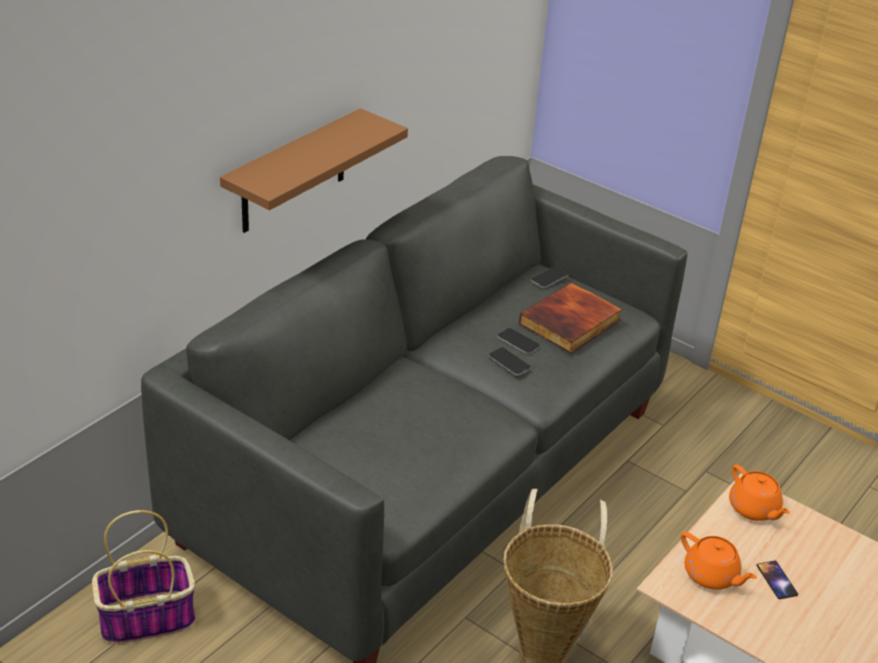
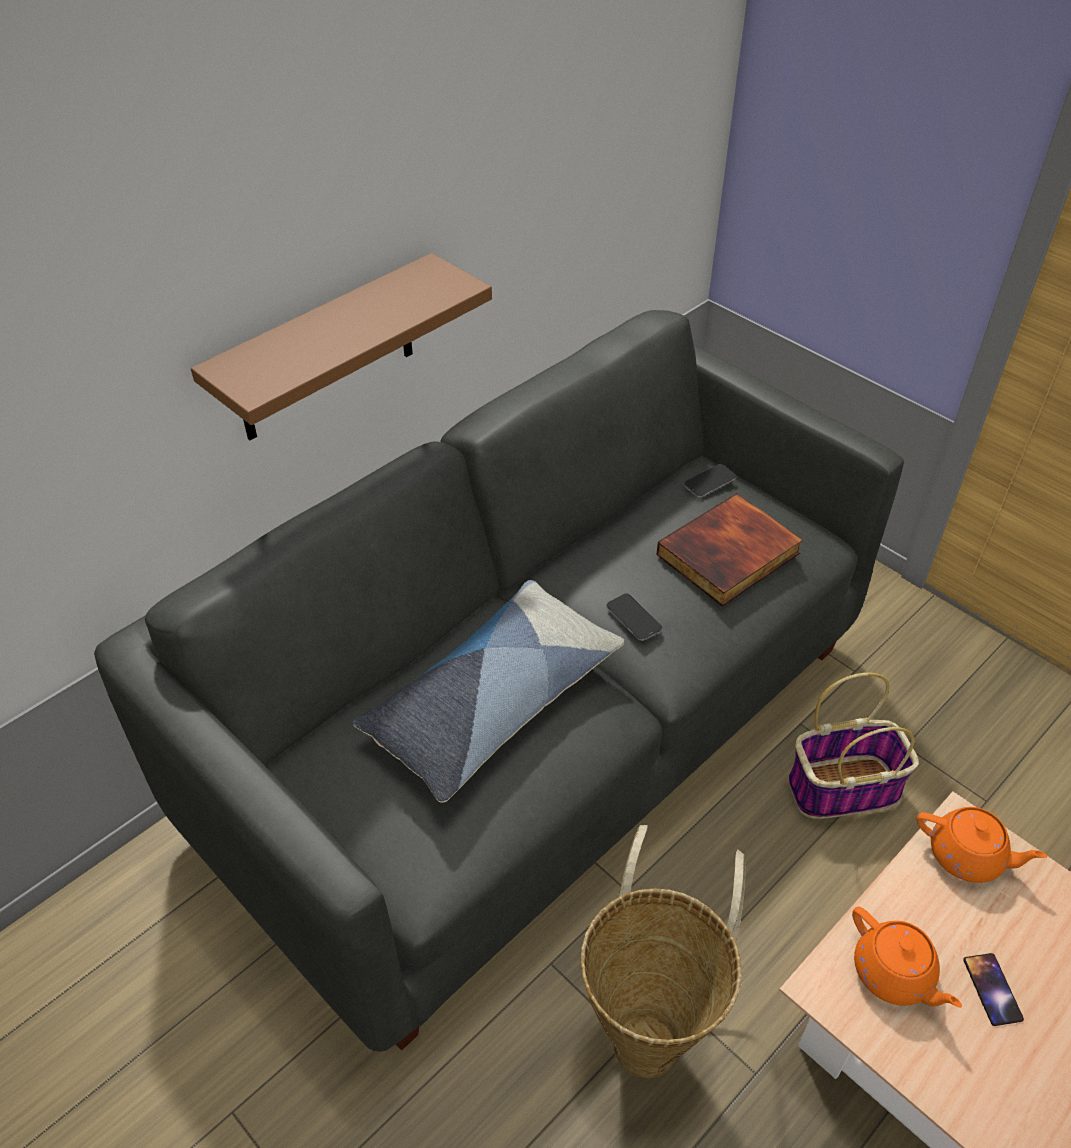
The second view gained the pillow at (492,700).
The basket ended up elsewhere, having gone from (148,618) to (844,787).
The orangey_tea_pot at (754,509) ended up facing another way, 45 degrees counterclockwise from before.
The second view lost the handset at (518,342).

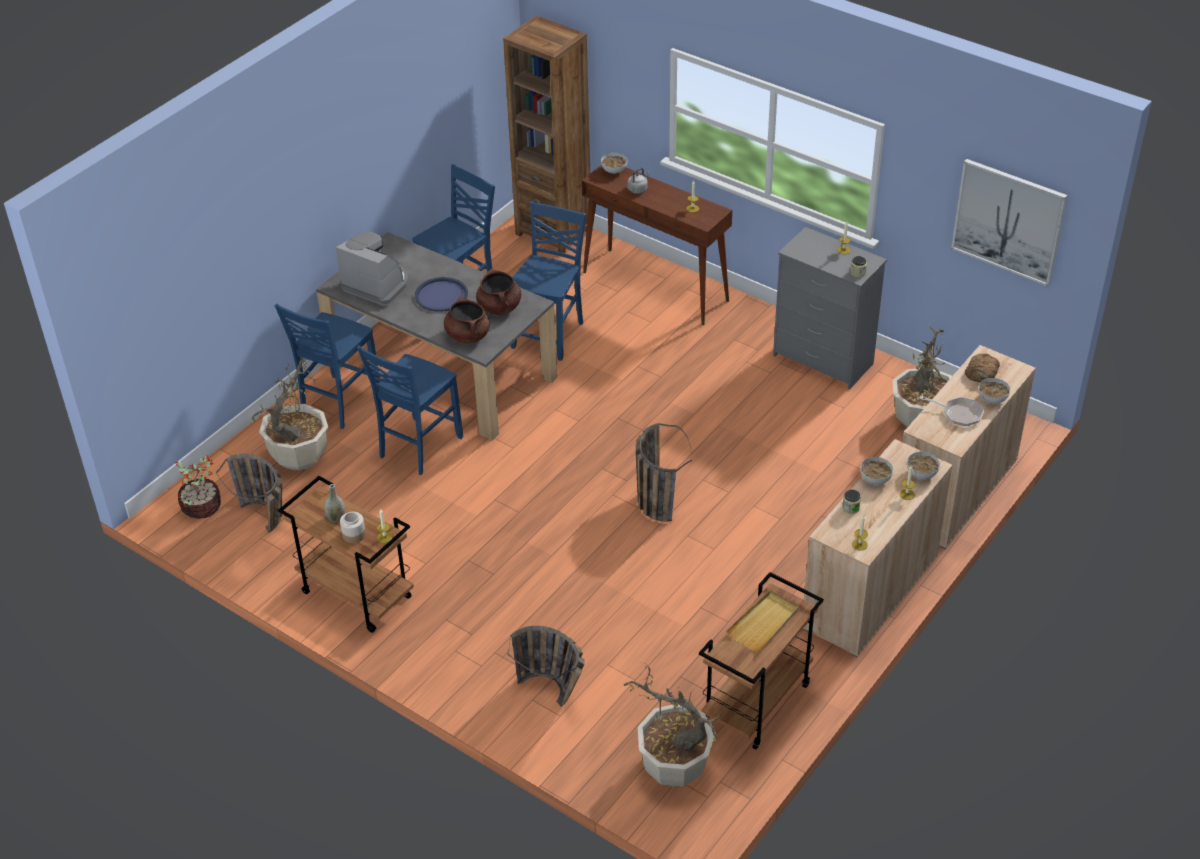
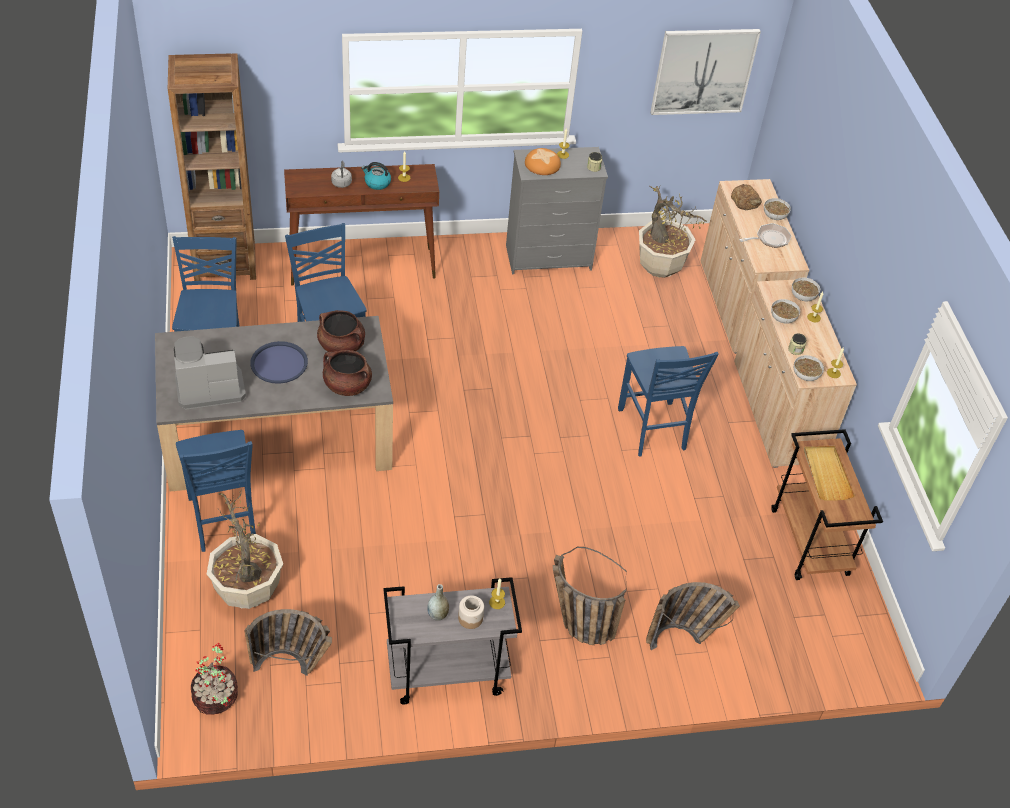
The second view gained the tea_kettle at (377,183).
What was the brownish_trolley at (355,595) turned into the grey_trolley at (446,674).
The second view gained the bakery_bread at (542,164).
The basket ended up elsewhere, having gone from (655,498) to (577,622).
The bluish_plain_chair ended up elsewhere, having gone from (418,447) to (653,430).
The bowl ended up elsewhere, having gone from (614,170) to (806,375).
The second view lost the potted_plant at (674,767).

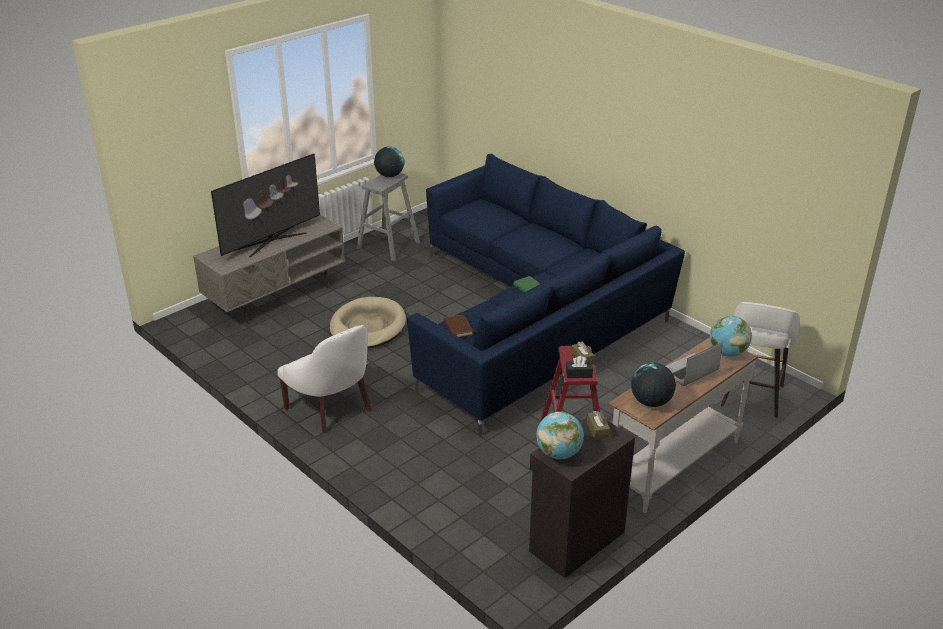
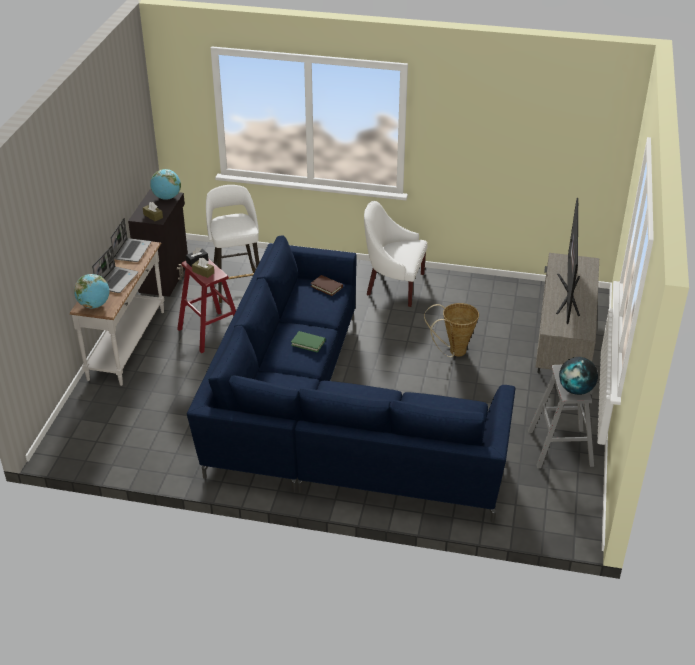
Where the globe stood at (651,402), the notebook_computer came to stand at (132,251).
The white_stool_seat ended up elsewhere, having gone from (751,397) to (237,286).
Where the sand-coloured_pet_bed stood at (367,327), the basket came to stand at (453,352).

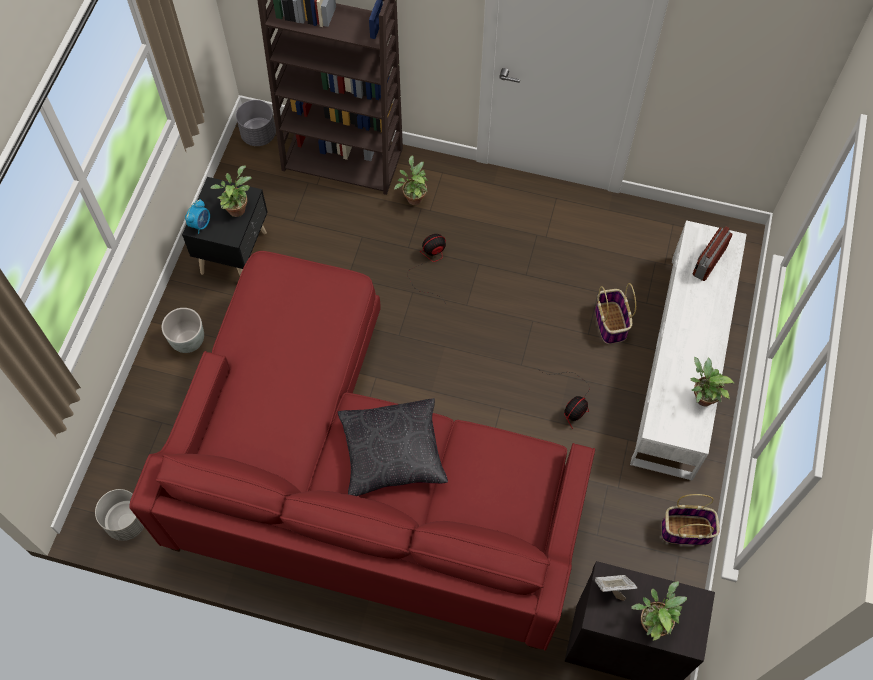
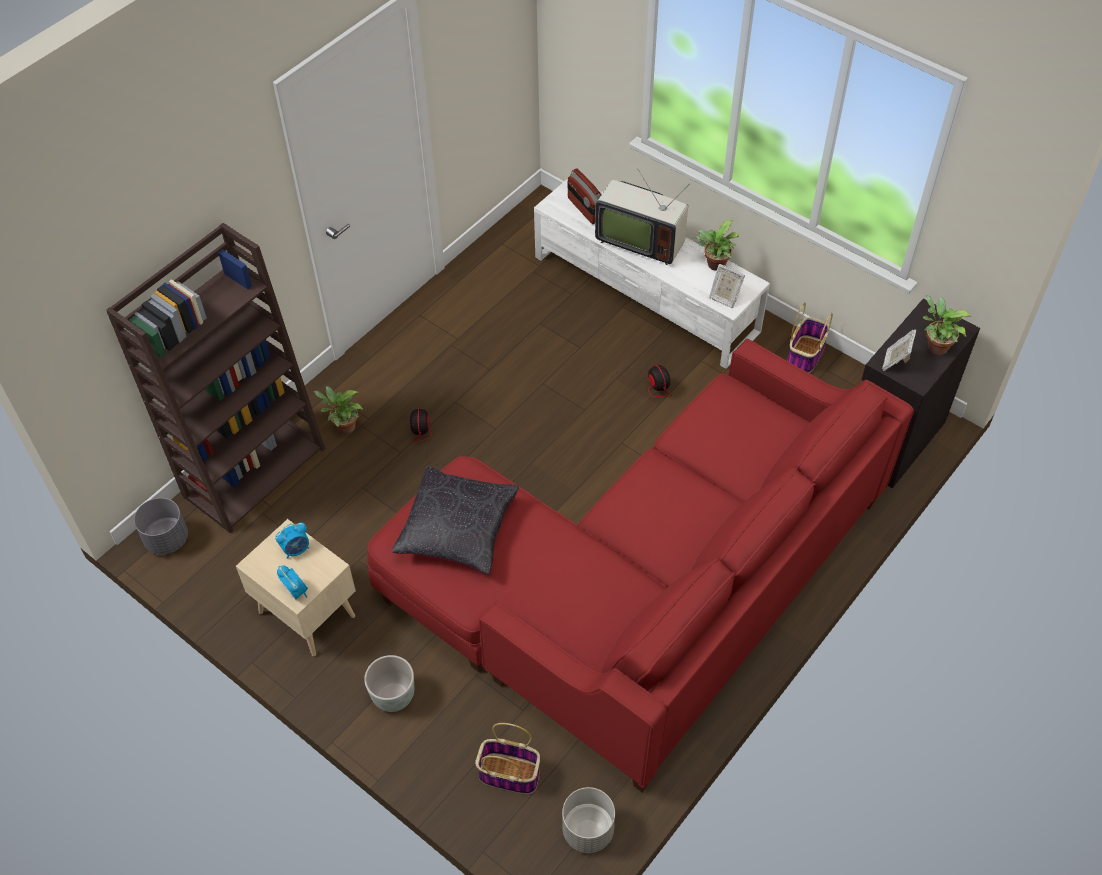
What was the blackish_night_table at (236,252) turned into the sand-coloured_night_table at (307,612).
Where the potted_plant stood at (237,207), the bedside_clock came to stand at (296,549).
The blackish_pillow ended up elsewhere, having gone from (392,452) to (457,528).
The basket ended up elsewhere, having gone from (611,323) to (510,774).
The second view gained the television at (640,240).
The second view gained the standing_frame at (724,297).

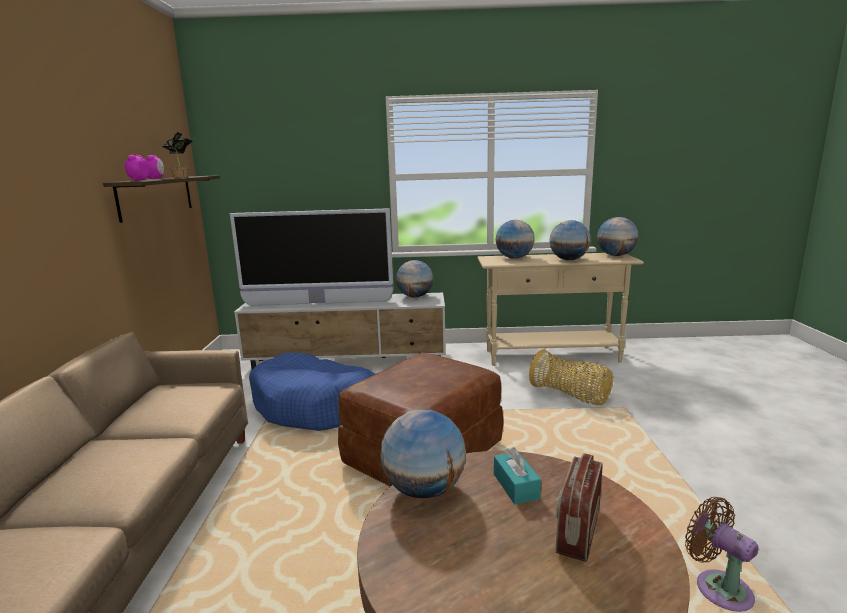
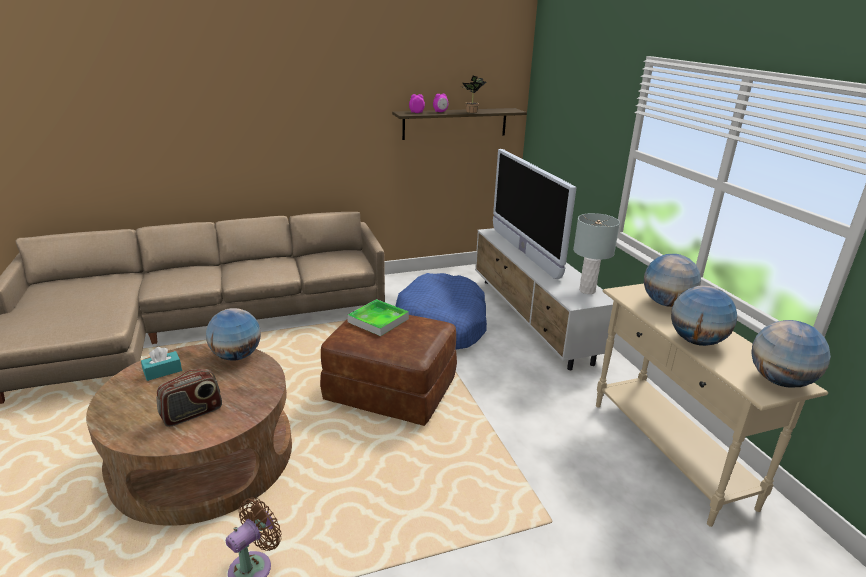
The turquoise_tissue_box ended up elsewhere, having gone from (516,486) to (163,371).
The radio at (577,531) ended up facing another way, 135 degrees clockwise from before.
The second view gained the tray at (378,320).
Where the globe stood at (415,296), the grey_tabletop_lamp came to stand at (587,290).
The second view lost the basket at (570,396).

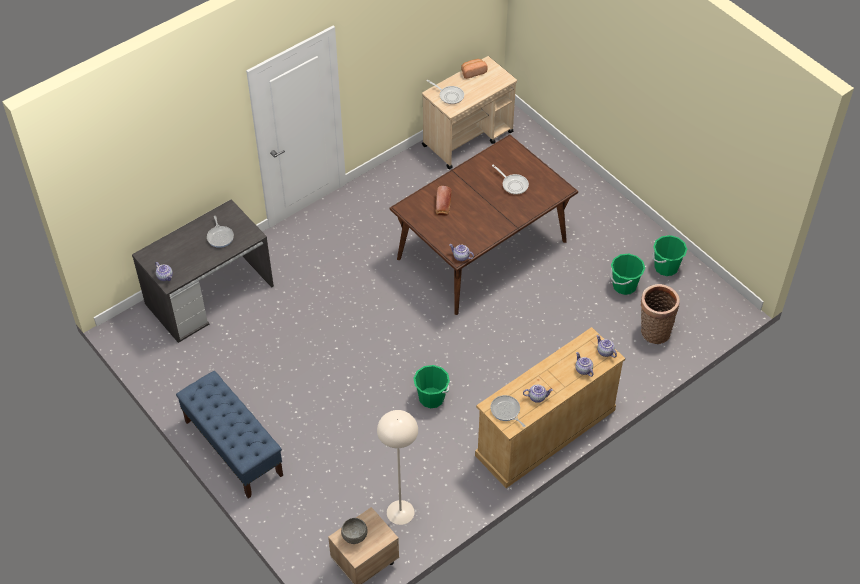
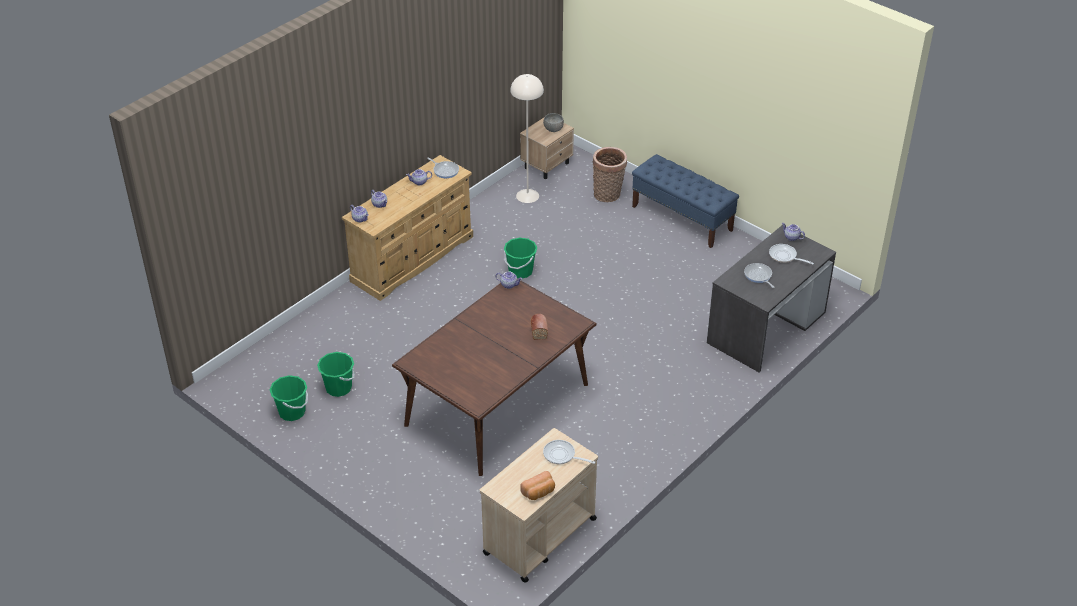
The basket ended up elsewhere, having gone from (653,331) to (608,195).
The frying_pan ended up elsewhere, having gone from (513,184) to (785,256).

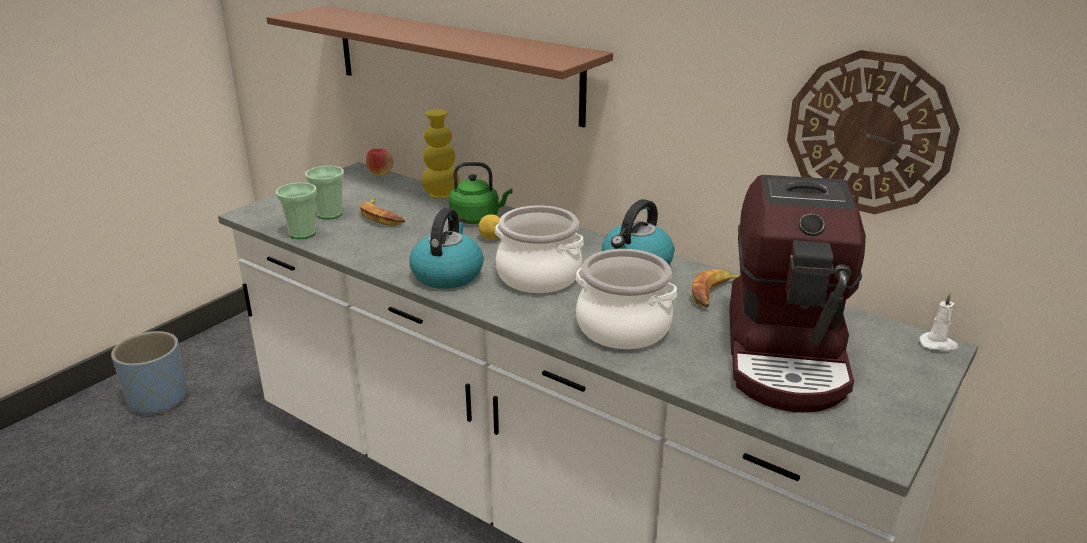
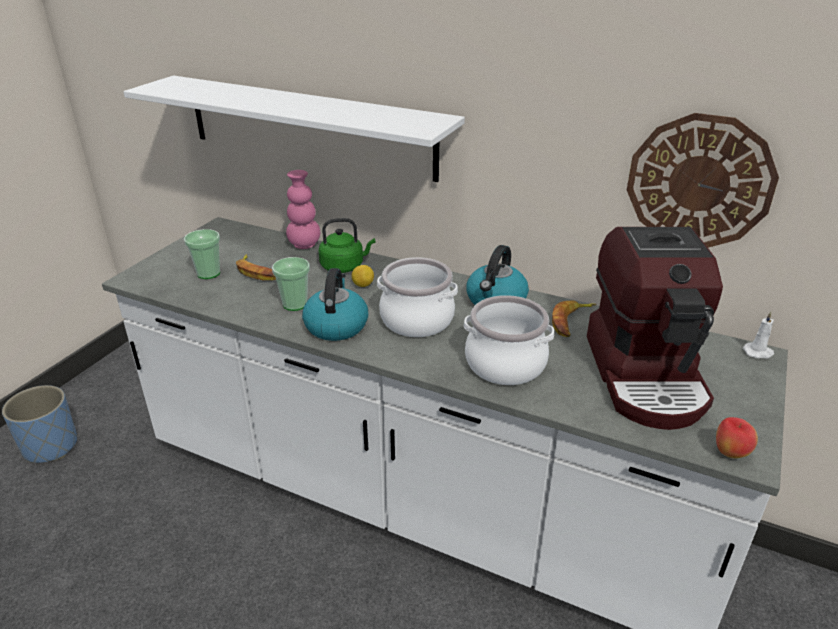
What was the brownish_shelf at (453,62) turned into the white_shelf at (308,126).
The drinking_cup ended up elsewhere, having gone from (302,233) to (295,304).
What was the yellow-coloured_decorative_vase at (441,195) turned into the pinkish_decorative_vase at (304,245).
The apple ended up elsewhere, having gone from (381,175) to (730,453).

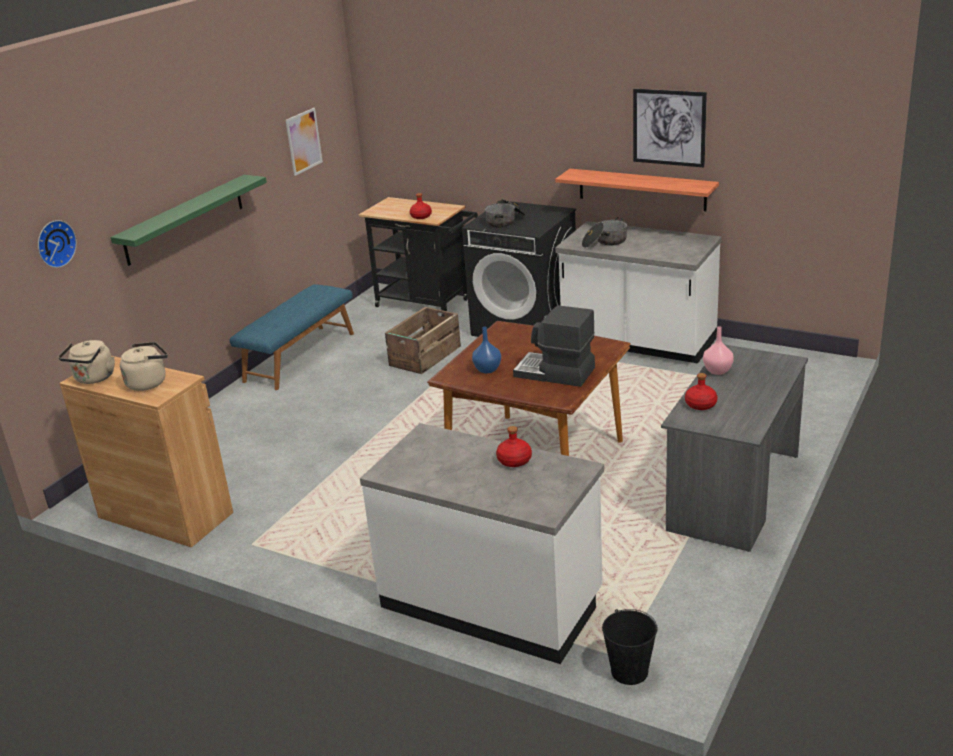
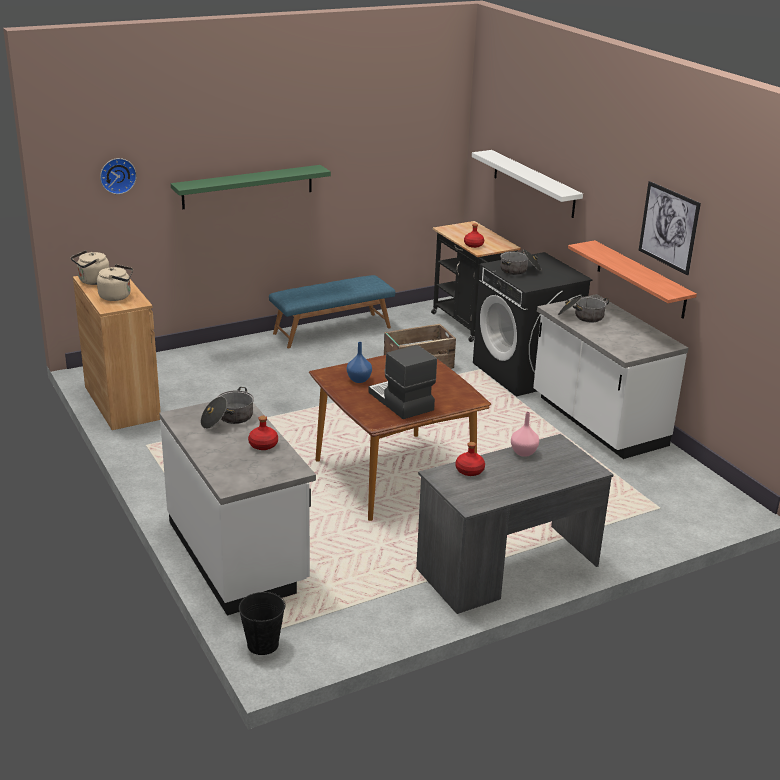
The second view gained the stockpot at (227,419).
The second view gained the white_shelf at (533,183).
The second view lost the picture at (303,141).

